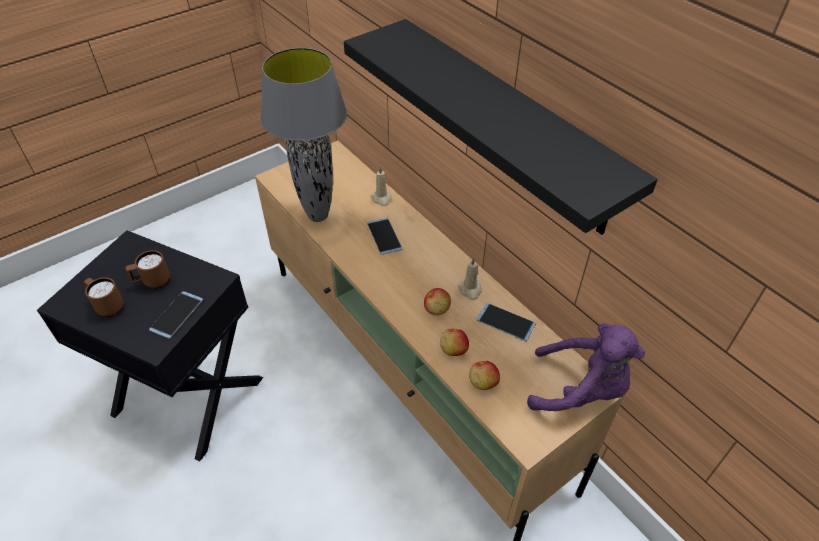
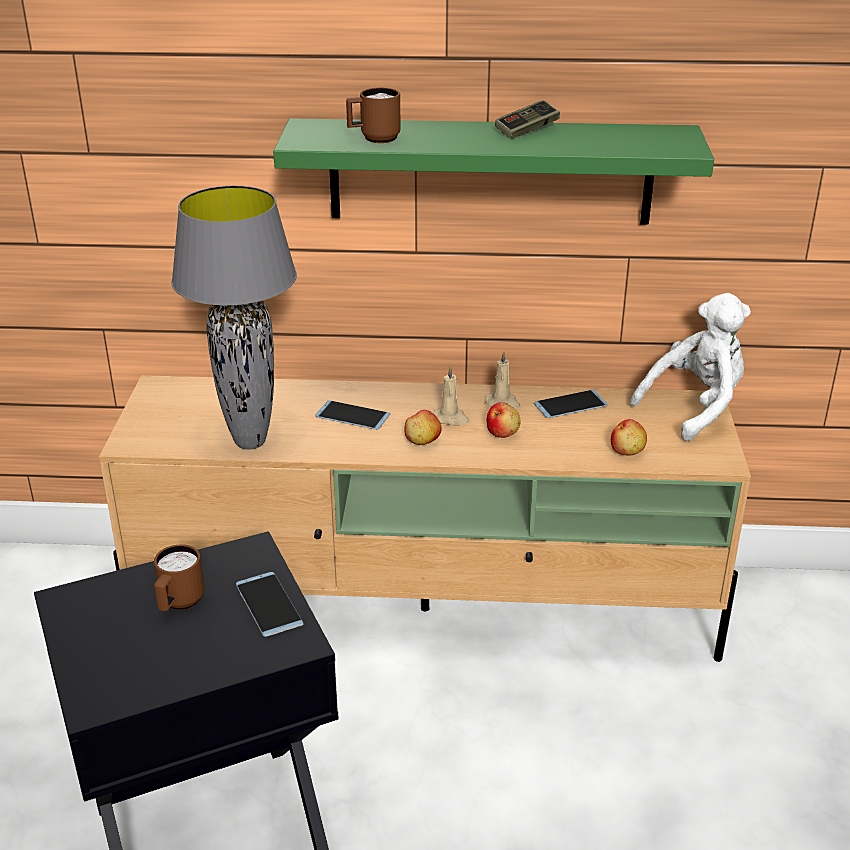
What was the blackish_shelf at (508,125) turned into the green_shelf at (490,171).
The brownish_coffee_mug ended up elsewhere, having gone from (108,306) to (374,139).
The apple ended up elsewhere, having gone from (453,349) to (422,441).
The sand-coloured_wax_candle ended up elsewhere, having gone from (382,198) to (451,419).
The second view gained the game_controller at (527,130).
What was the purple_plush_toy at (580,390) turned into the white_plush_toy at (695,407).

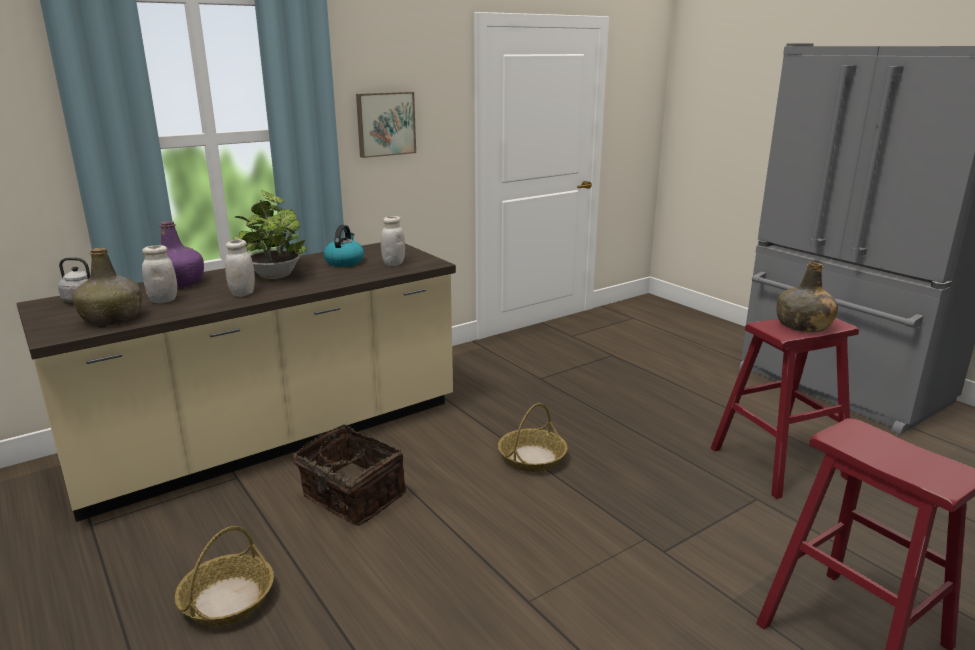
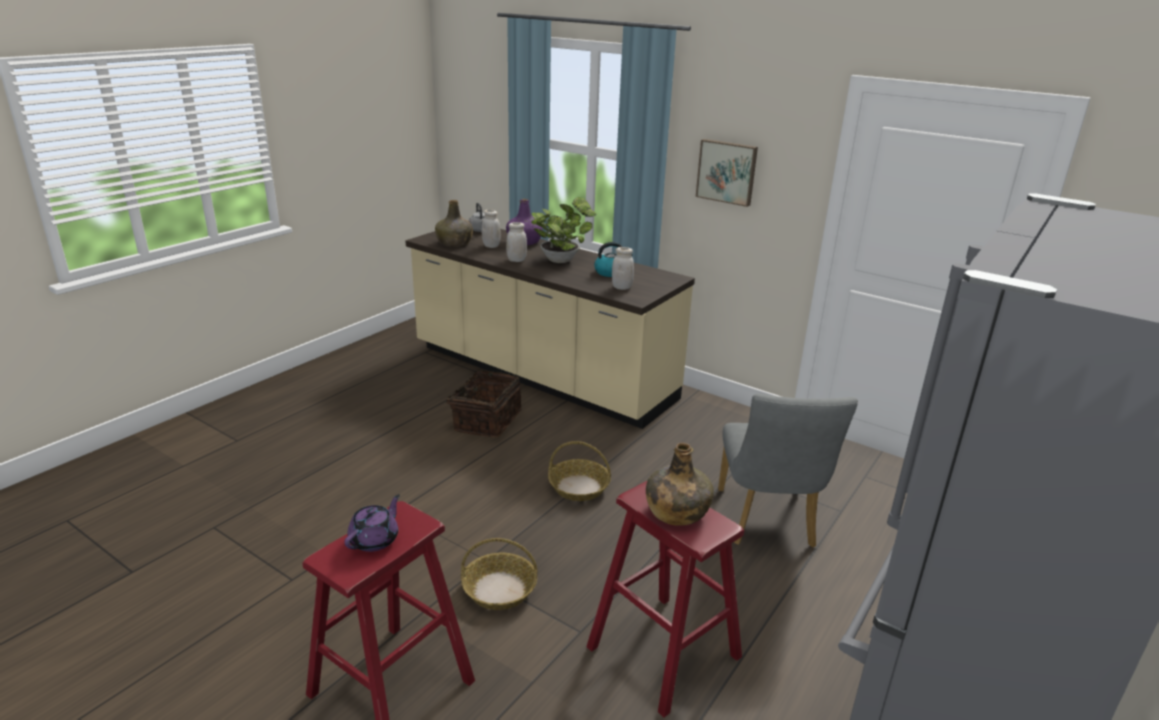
The second view gained the purple_tea_pot at (375,539).
The basket ended up elsewhere, having gone from (227,600) to (499,589).
The second view gained the grey_plain_chair at (767,523).

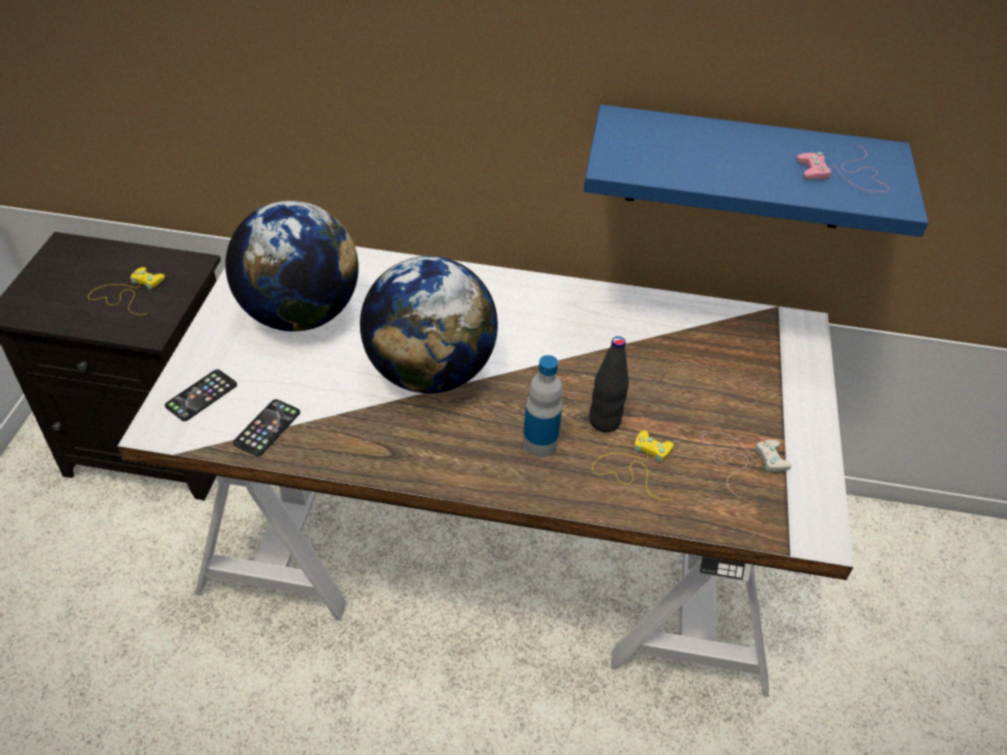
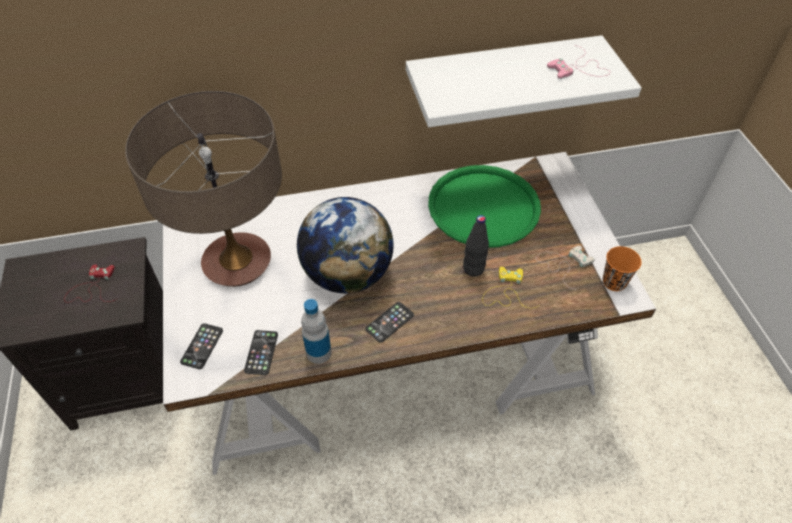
What was the yellow-coloured_game_controller at (127,293) turned into the red-coloured_game_controller at (92,288).
Where the globe stood at (300,314), the tabletop_lamp came to stand at (237,263).
The bottle ended up elsewhere, having gone from (540,443) to (318,352).
The second view gained the handset at (389,322).
What was the bluish_shelf at (740,169) turned into the white_shelf at (501,78).
The second view gained the green_tray at (483,207).
The second view gained the orangey_drinking_cup at (614,282).

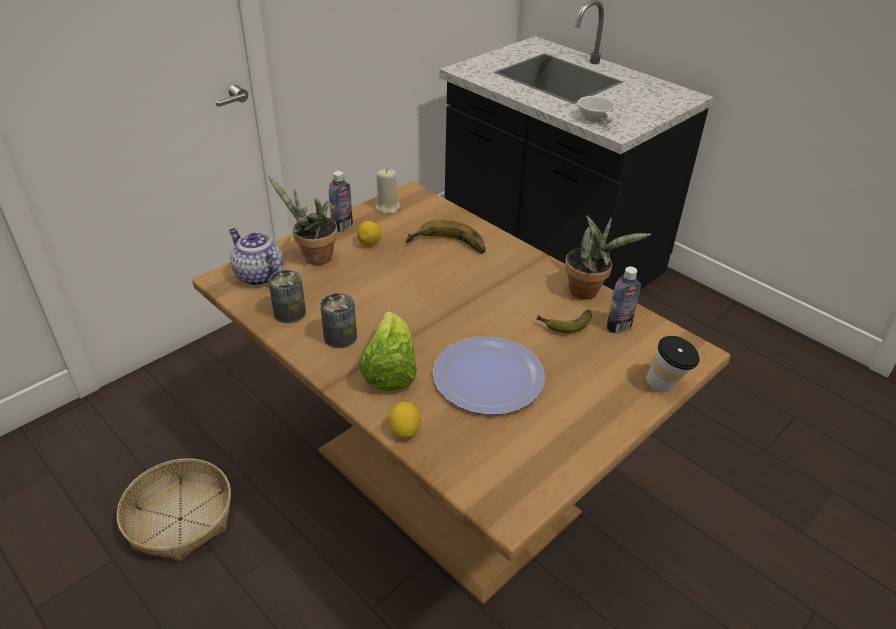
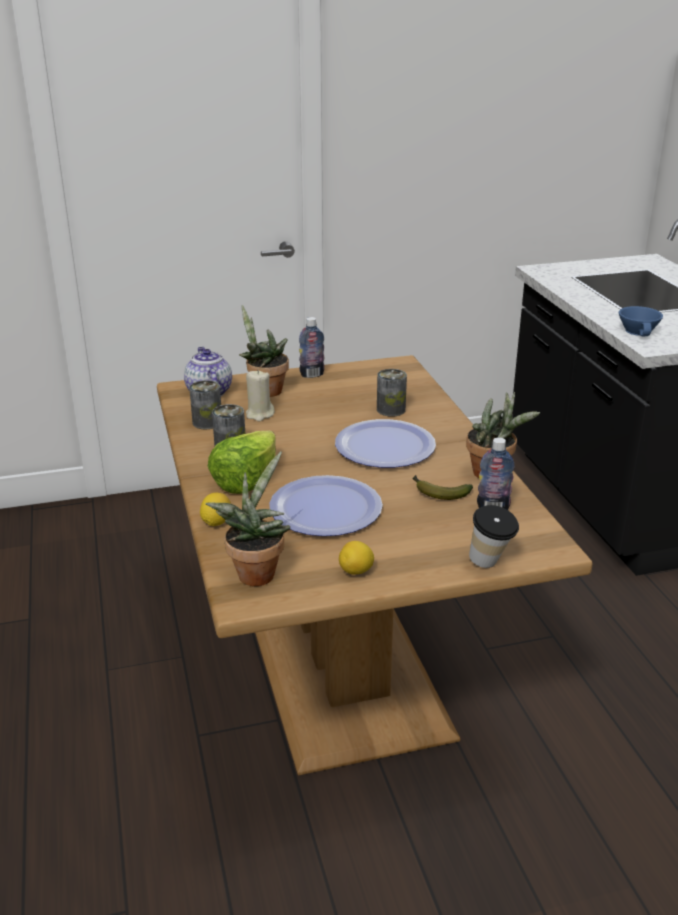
The second view gained the potted_plant at (256,572).
The sand-coloured_wax_candle ended up elsewhere, having gone from (388,207) to (259,414).
The second view gained the flat_dish at (385,446).
The lemon ended up elsewhere, having gone from (369,243) to (356,571).
Where the whole_banana stood at (447,247), the can came to stand at (391,410).
What was the white_drinking_cup at (596,118) turned into the bluish_drinking_cup at (640,331).
The second view lost the basket at (180,519).

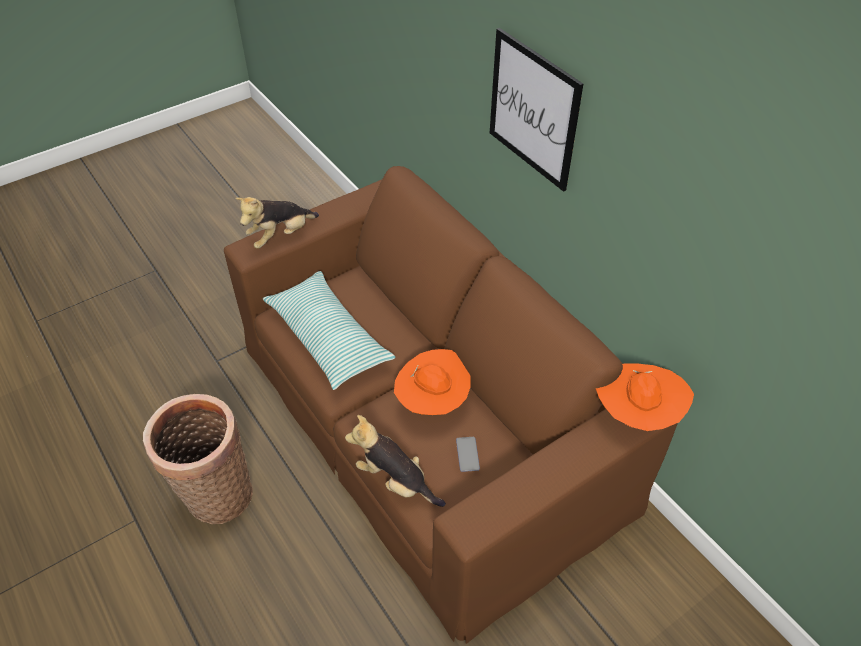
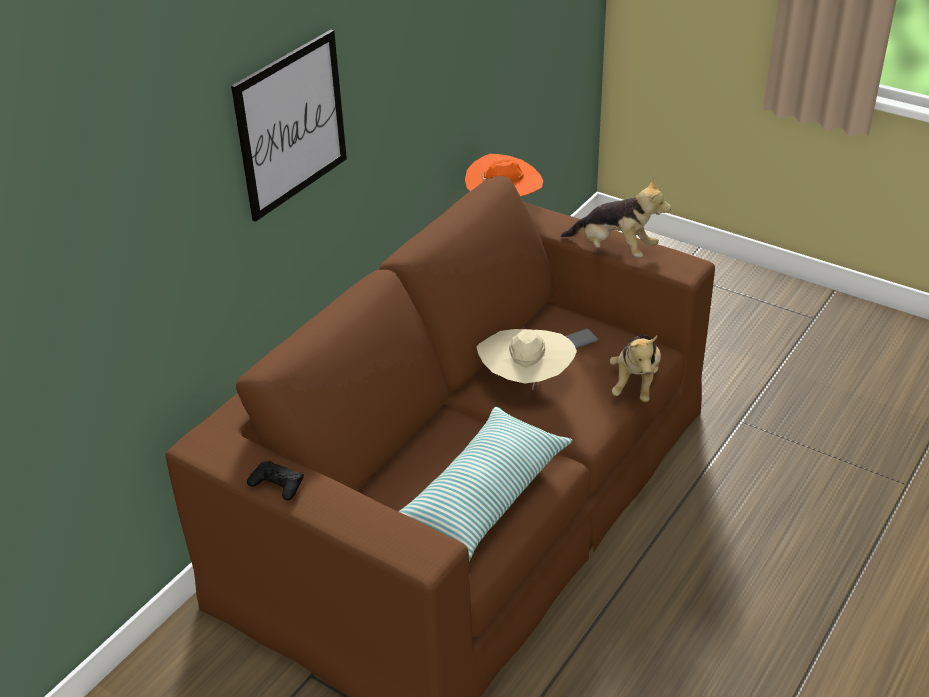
The second view gained the blackish_game_controller at (277,484).
What was the orangey_hat at (432,401) turned into the sand-coloured_hat at (526,381).
The plush_toy ended up elsewhere, having gone from (280,236) to (614,249).
The second view lost the basket at (215,495).

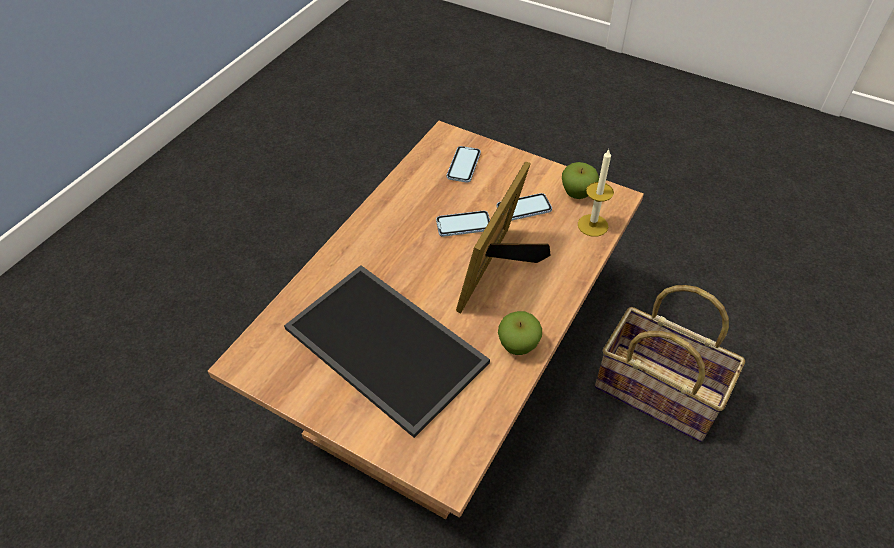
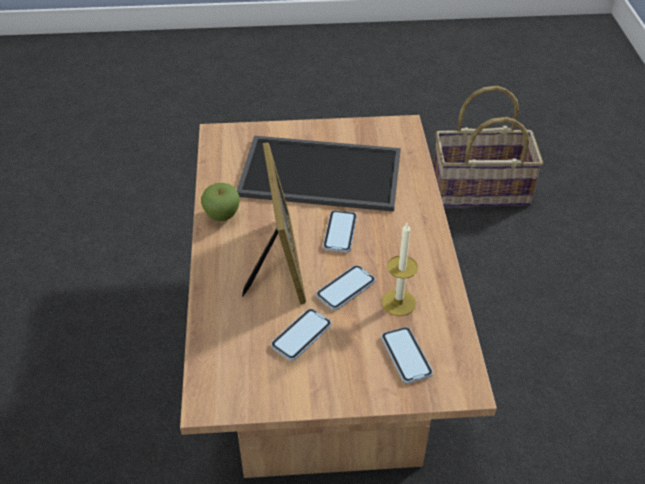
The second view gained the handset at (340,232).
The wax_candle ended up elsewhere, having gone from (592,225) to (398,302).
The basket ended up elsewhere, having gone from (659,391) to (479,191).
The second view lost the apple at (577,193).

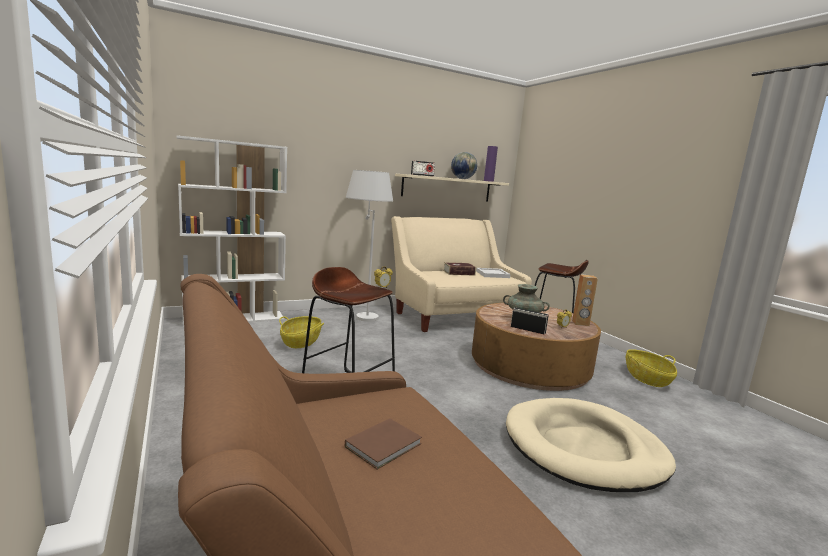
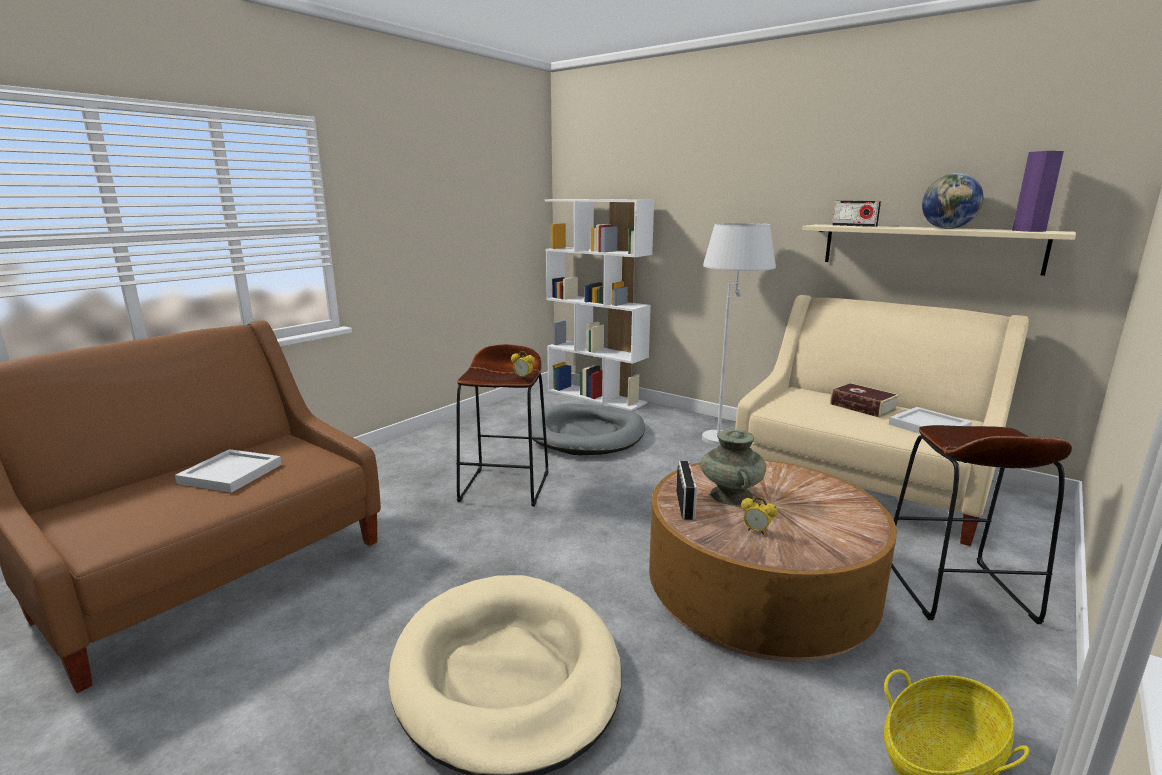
Where the brownish_volume stood at (385,445), the white_tray came to stand at (231,474).
Where the basket stood at (301,342), the grey_pet_bed came to stand at (587,434).
The second view lost the brownish_loudspeaker at (580,323).

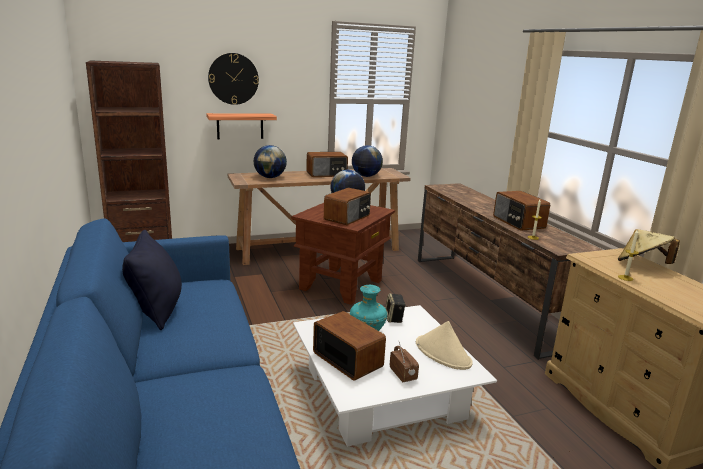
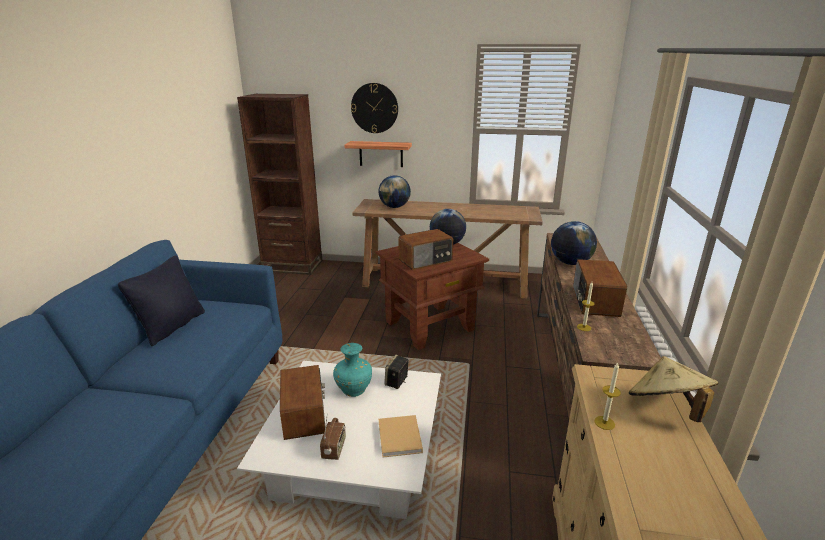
Where the sand-coloured_hat stood at (443,353), the sand-coloured_volume came to stand at (400,438).
The globe ended up elsewhere, having gone from (366,176) to (570,263).
The second view lost the radio at (327,174).

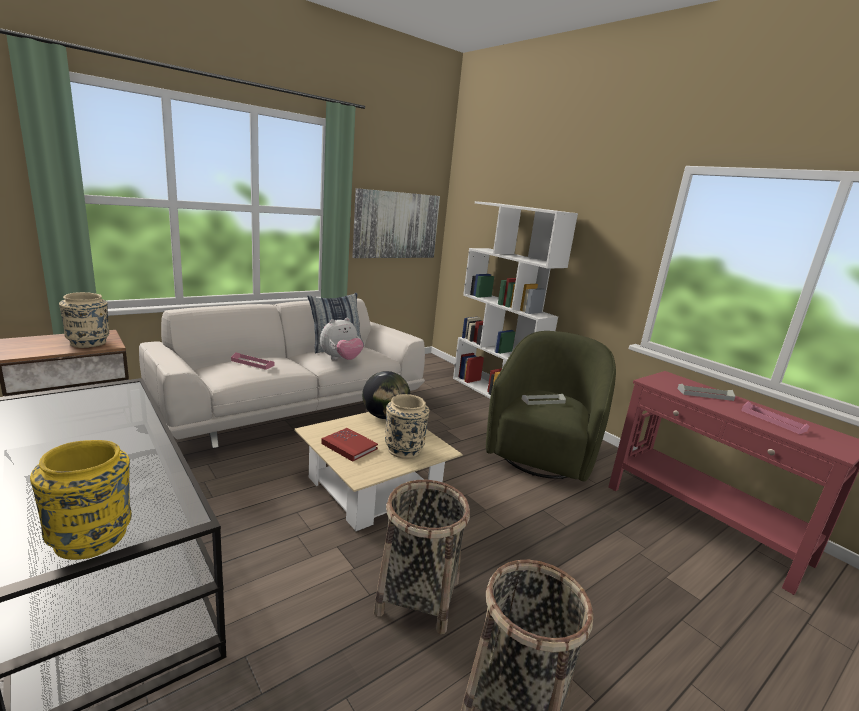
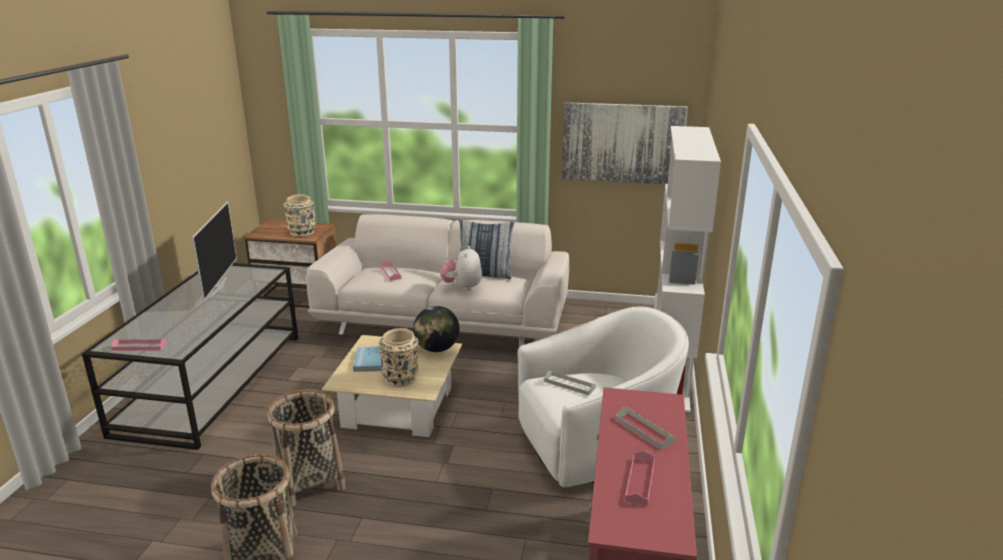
Where the yellow-coloured_decorative_vase stood at (93,538), the pinkish_tray came to stand at (139,346).
The second view gained the television at (217,286).
What was the red-coloured_volume at (349,446) turned into the bluish_volume at (370,361).
The plush_toy at (341,359) ended up facing another way, 90 degrees clockwise from before.
What was the green_armchair at (543,452) turned into the white_armchair at (596,450).

